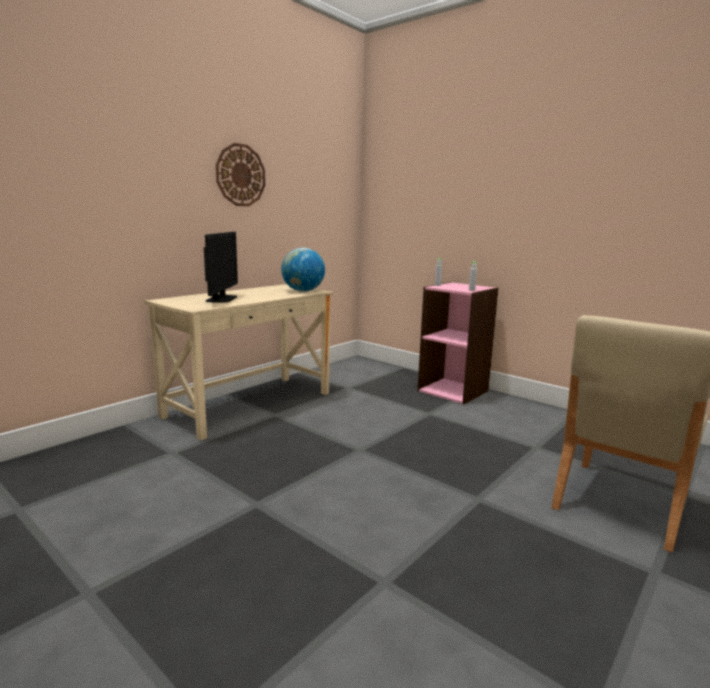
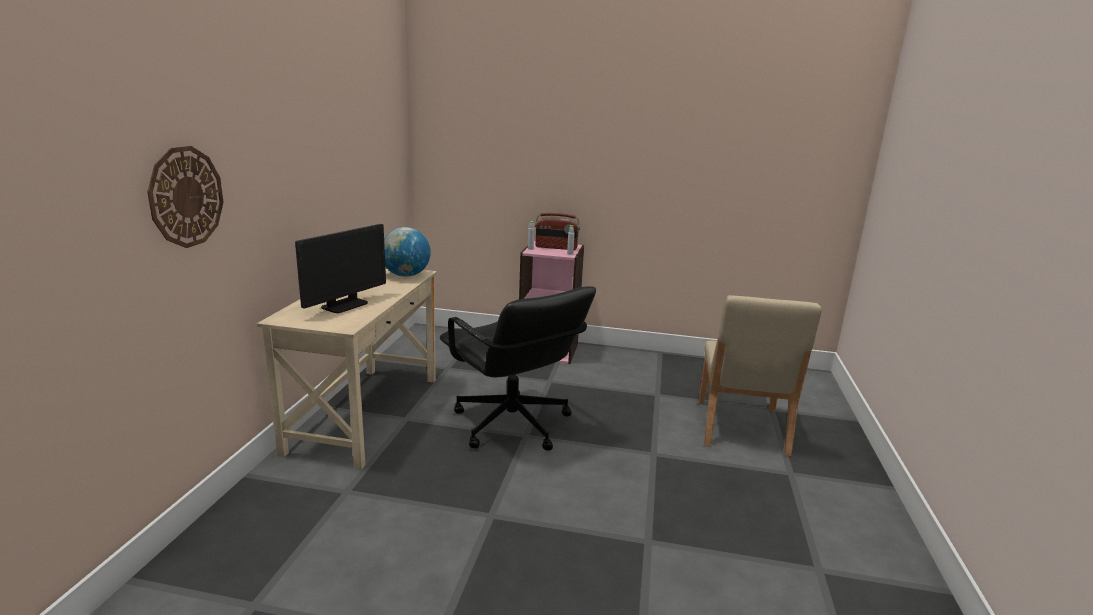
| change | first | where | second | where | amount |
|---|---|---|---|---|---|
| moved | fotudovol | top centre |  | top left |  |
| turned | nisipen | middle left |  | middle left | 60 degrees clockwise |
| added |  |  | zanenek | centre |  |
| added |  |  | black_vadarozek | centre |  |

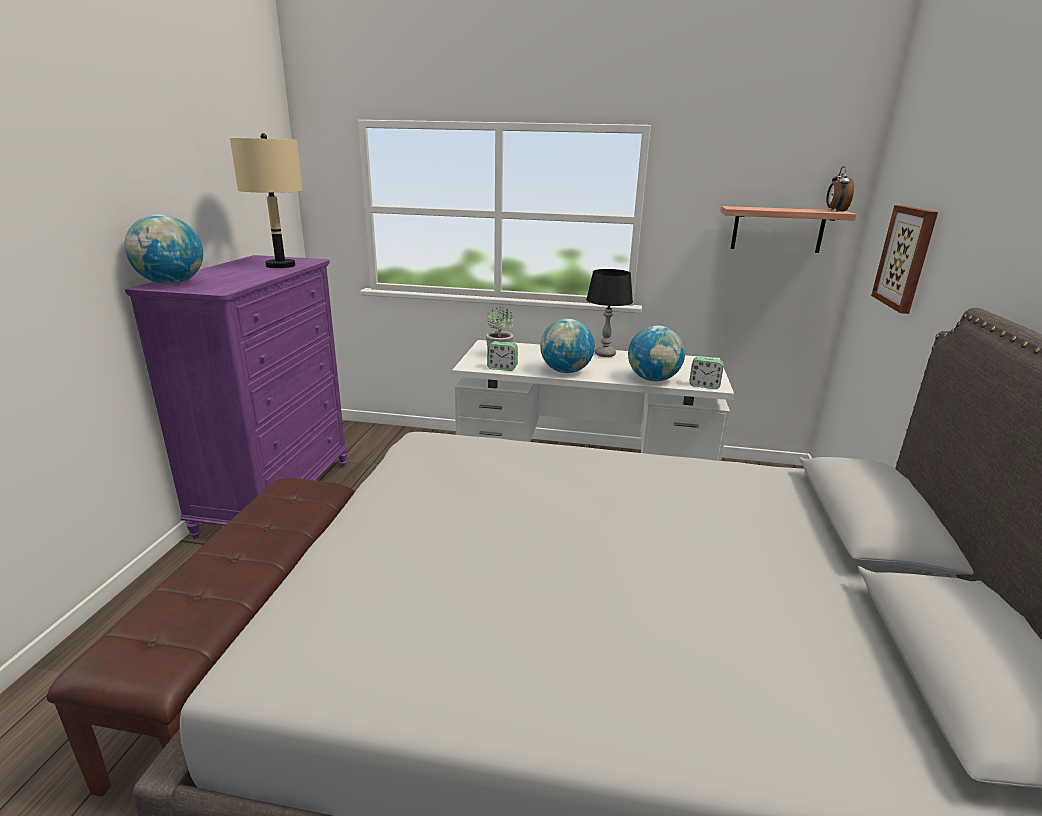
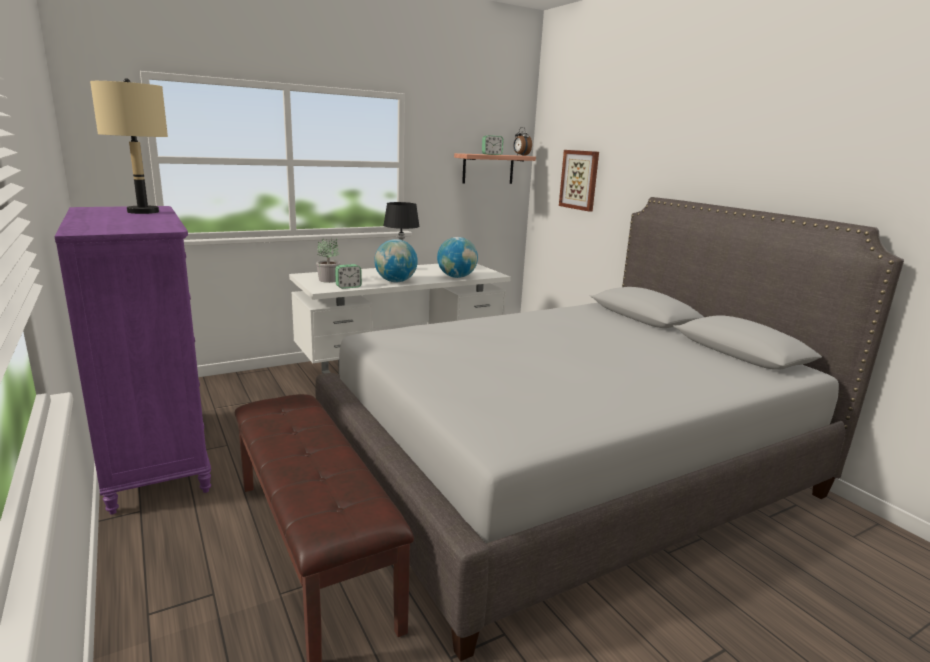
| change | first | where | second | where | amount |
|---|---|---|---|---|---|
| removed | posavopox (1st from left) | top left |  |  |  |
| moved | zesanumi (2nd from left) | middle right |  | top centre |  |

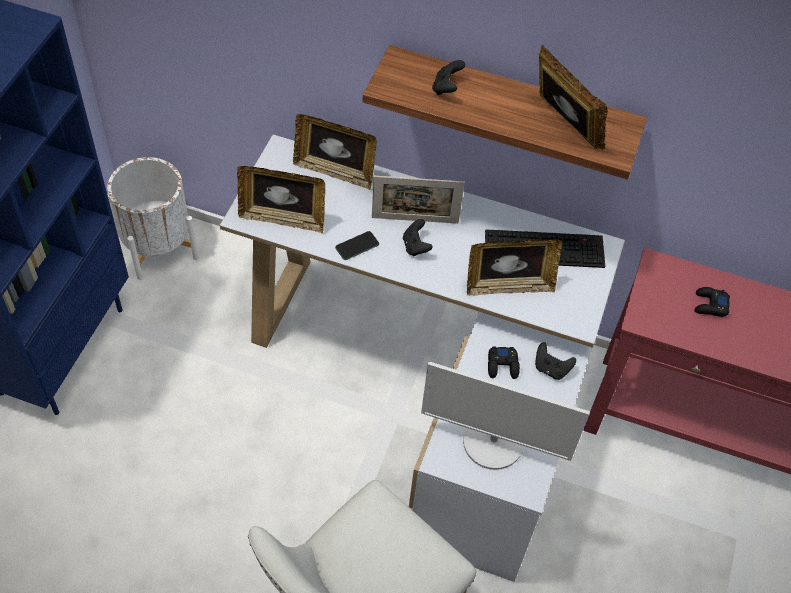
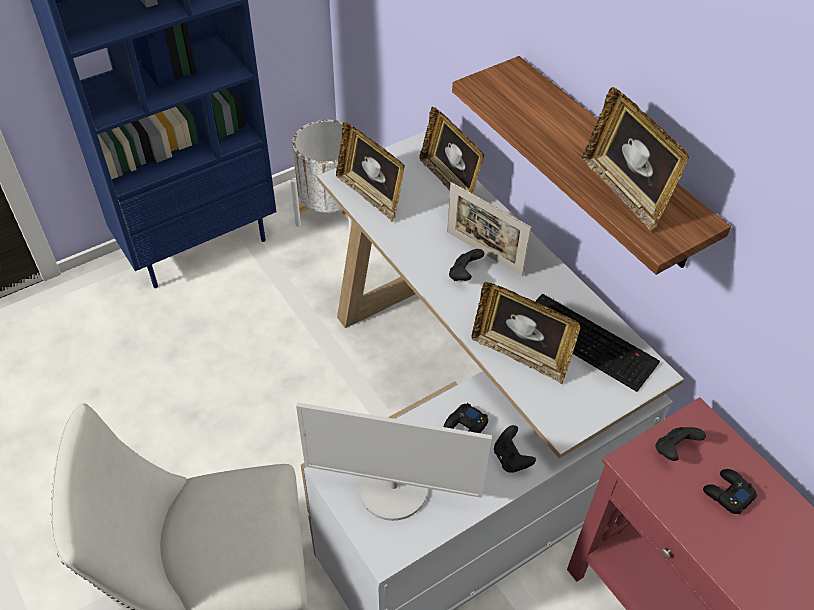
| change | first | where | second | where | amount |
|---|---|---|---|---|---|
| turned | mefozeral (5th from left) | top right |  | top right | 150 degrees clockwise |
| moved | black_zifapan (2nd from left in the first image) | top centre | black_zifapan (4th from left) | bottom right |  |
| removed | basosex | centre |  |  |  |
| turned | nisipen | bottom centre |  | bottom centre | 45 degrees counterclockwise |

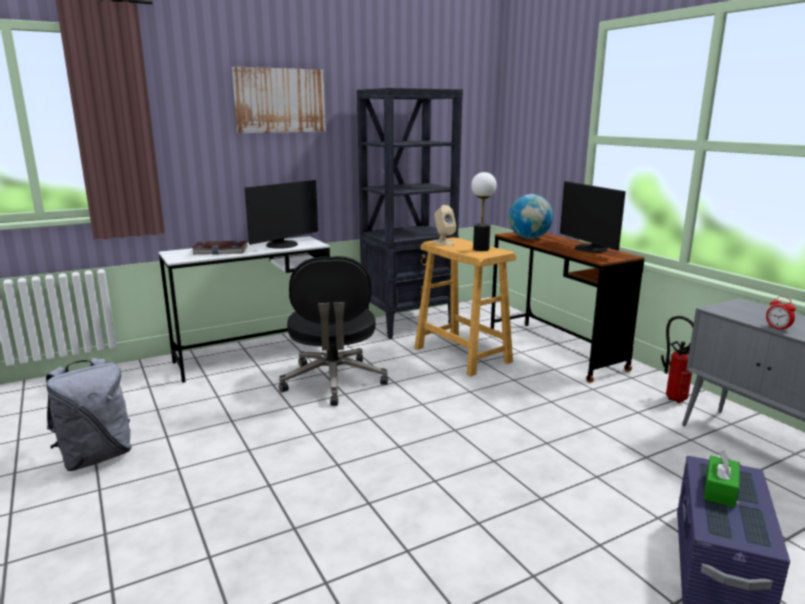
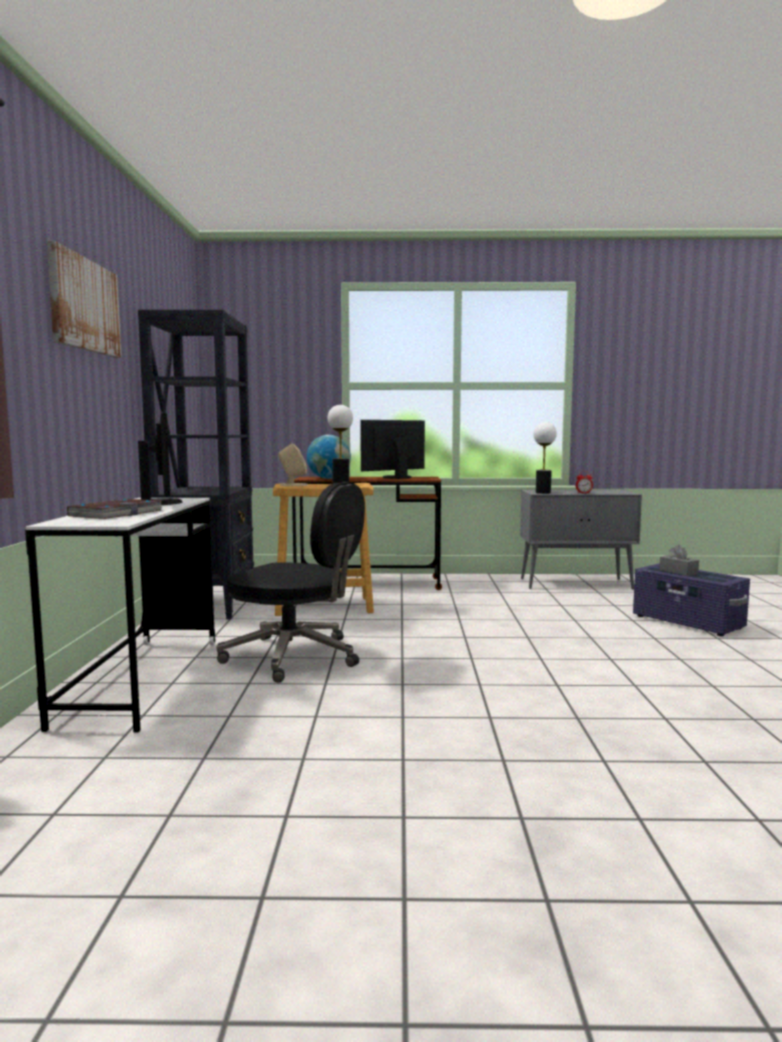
| change | first | where | second | where | amount |
|---|---|---|---|---|---|
| turned | nisipen (2nd from left) | middle right |  | centre | 135 degrees clockwise |
| removed | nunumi | middle right |  |  |  |
| removed | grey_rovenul | bottom left |  |  |  |
| recoloured | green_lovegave | bottom right | grey_lovegave | middle right |  |
| added |  |  | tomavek (2nd from left) | middle right |  |

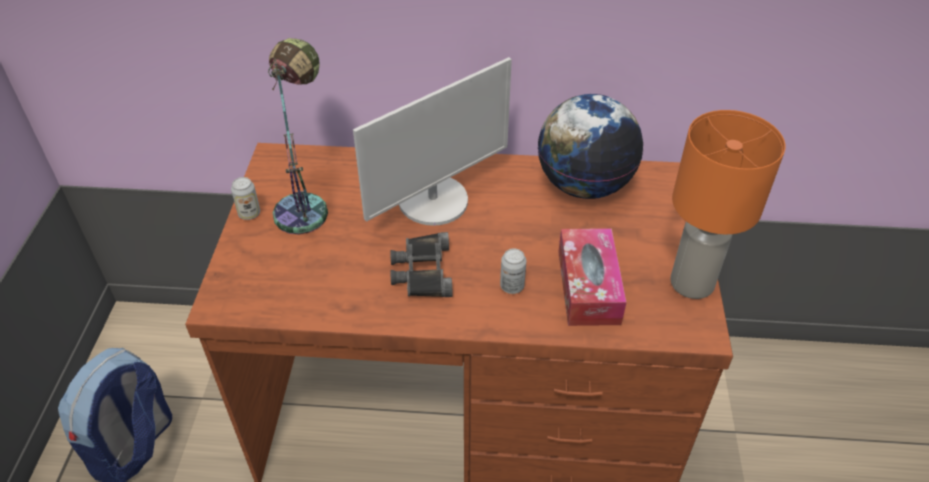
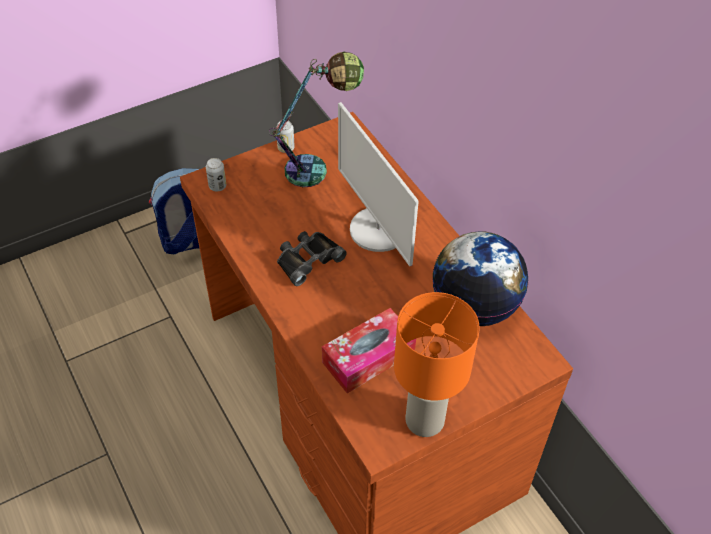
| change | first | where | second | where | amount |
|---|---|---|---|---|---|
| turned | nisipen | top centre |  | centre | 45 degrees clockwise |
| moved | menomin (2nd from left in the first image) | centre | menomin (1st from left) | top left |  |

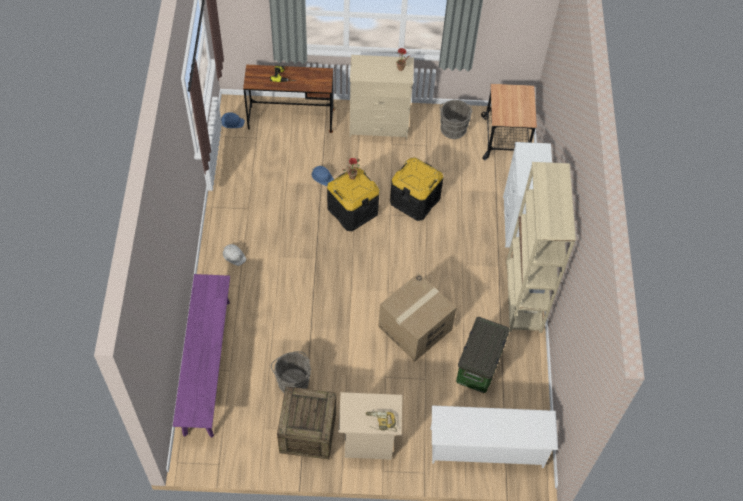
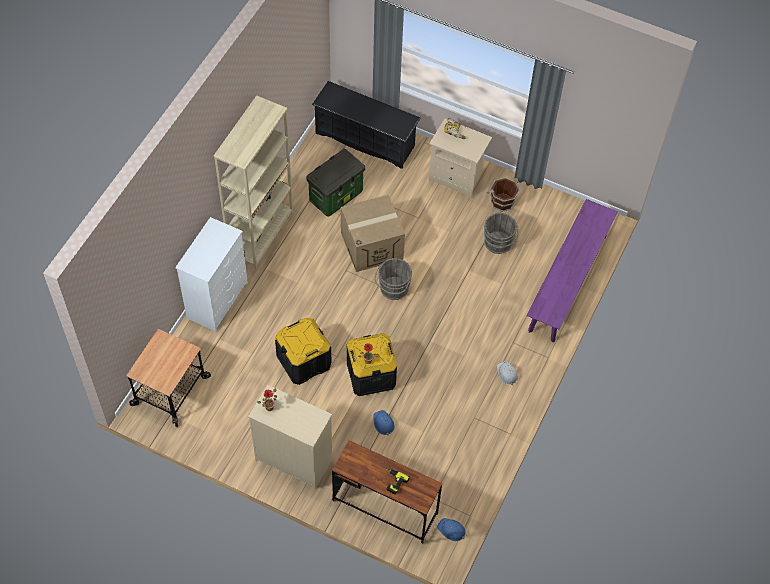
| change | first | where | second | where | amount |
|---|---|---|---|---|---|
| moved | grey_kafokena (2nd from left in the first image) | top centre | grey_kafokena (1st from left) | centre |  |
| replaced | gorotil | bottom centre | brown_kafokena | centre |  |
| recoloured | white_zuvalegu | bottom centre | black_zuvalegu | top centre |  |

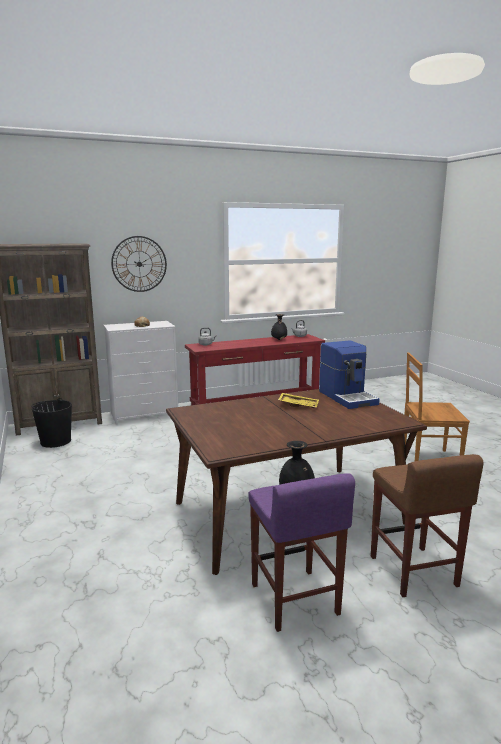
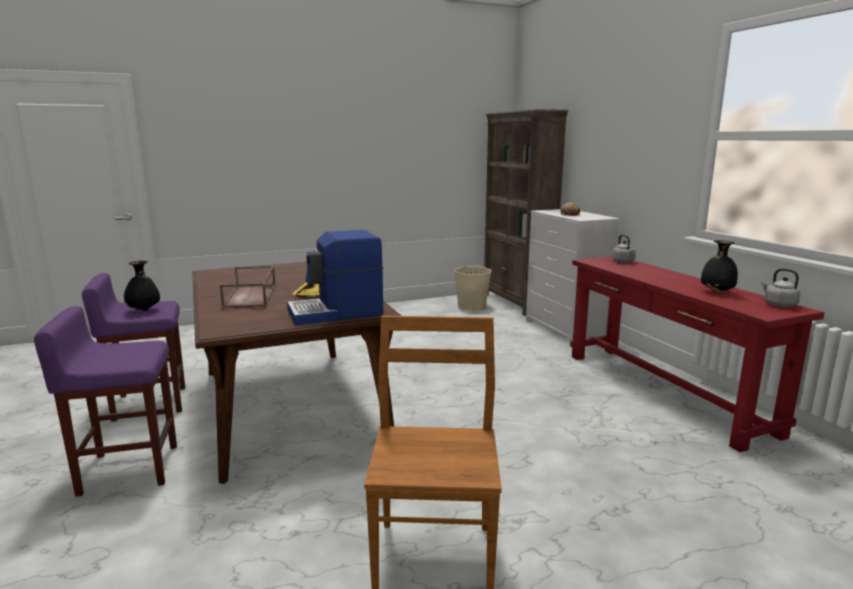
| change | first | where | second | where | amount |
|---|---|---|---|---|---|
| removed | fotudovol | middle left |  |  |  |
| recoloured | black_kafokena | middle left | beige_kafokena | centre |  |
| recoloured | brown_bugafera | bottom right | purple_bugafera (1st from left) | bottom left |  |
| added |  |  | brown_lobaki | middle left |  |

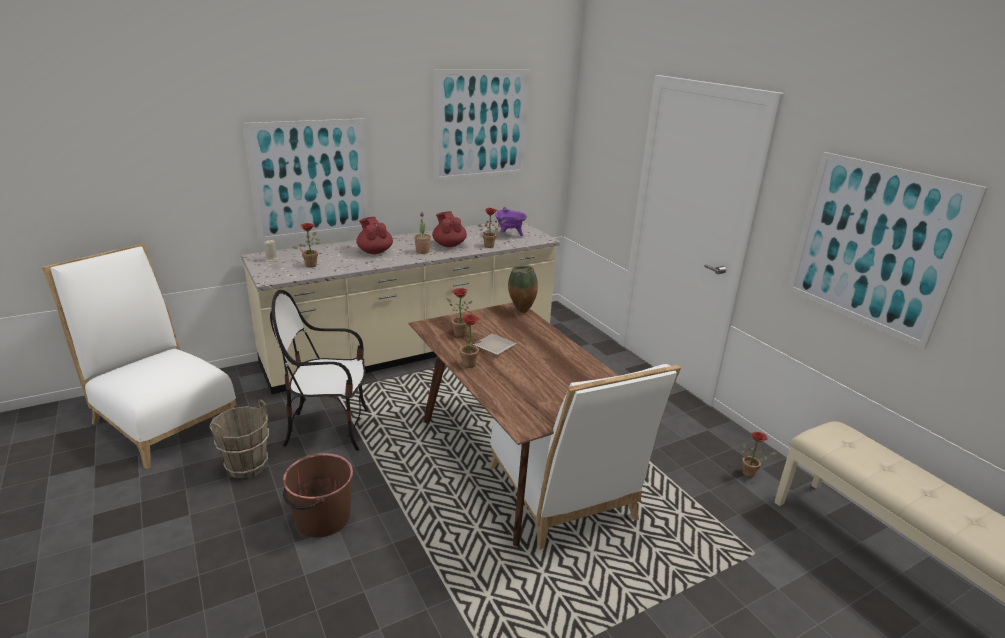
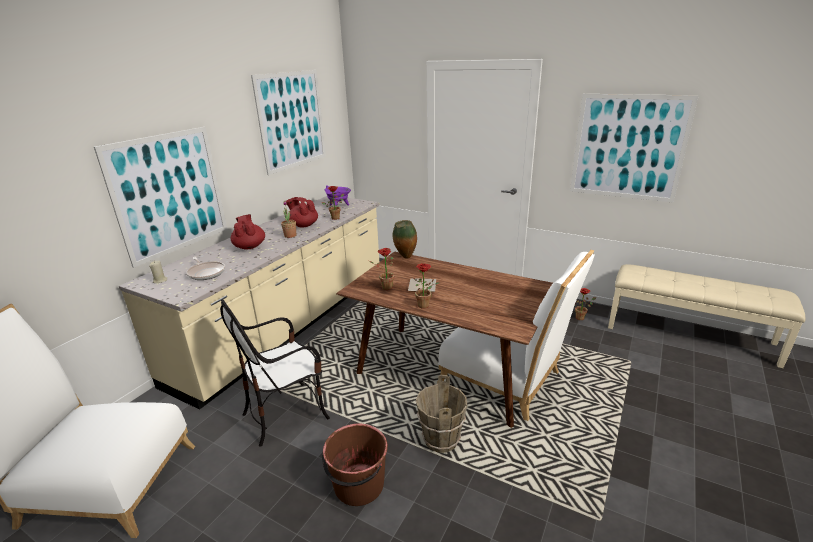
| change | first | where | second | where | amount |
|---|---|---|---|---|---|
| turned | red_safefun (1st from left) | centre |  | middle left | 45 degrees clockwise |
| replaced | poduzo (1st from left) | middle left | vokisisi | middle left |  |
| moved | brown_kafokena (1st from left in the first image) | bottom left | brown_kafokena (2nd from left) | bottom centre |  |

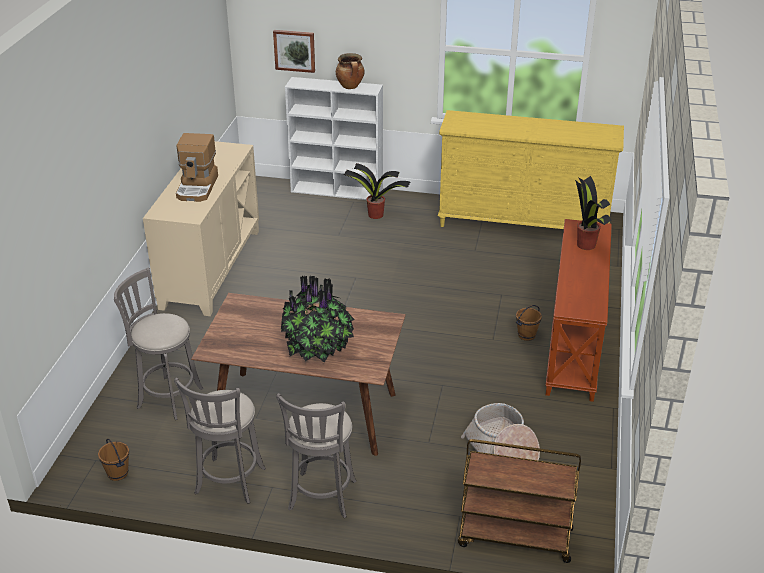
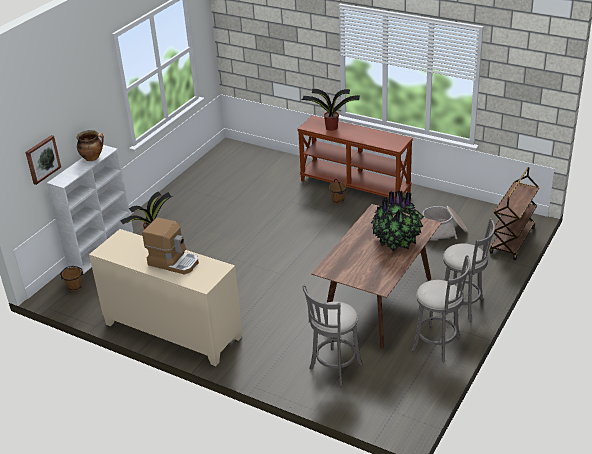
| change | first | where | second | where | amount |
|---|---|---|---|---|---|
| removed | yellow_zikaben | top right |  |  |  |
| moved | brown_kafokena (1st from left) | bottom left |  | middle left |  |

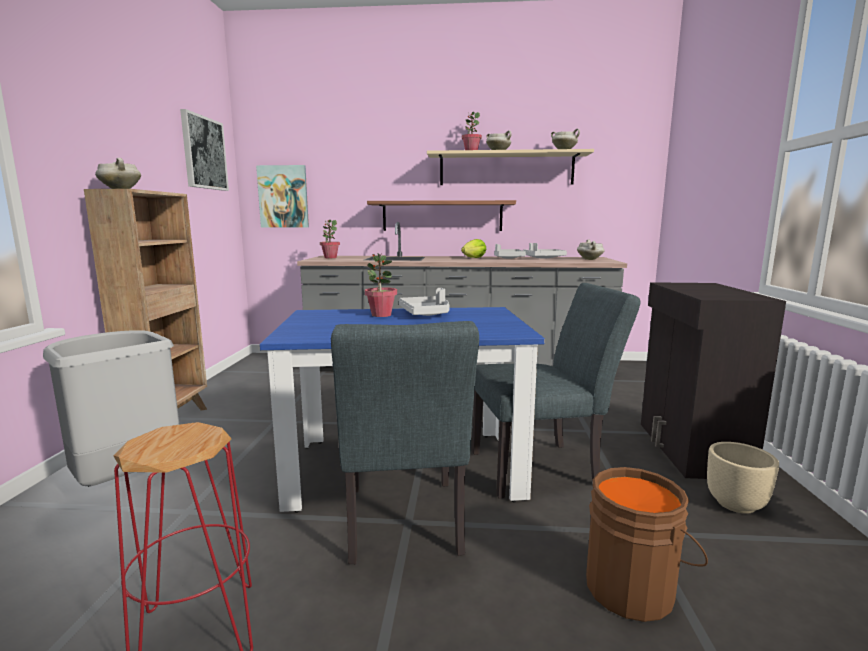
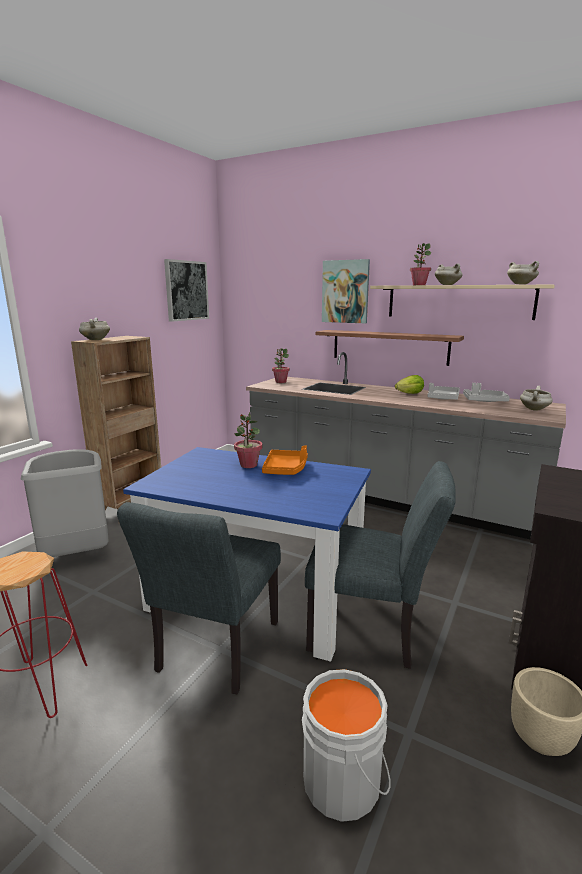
| change | first | where | second | where | amount |
|---|---|---|---|---|---|
| moved | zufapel (2nd from left) | top left |  | top centre |  |
| recoloured | grey_lobaki (1st from left) | centre | orange_lobaki | centre |  |
| recoloured | brown_kafokena | bottom right | grey_kafokena | bottom centre |  |

